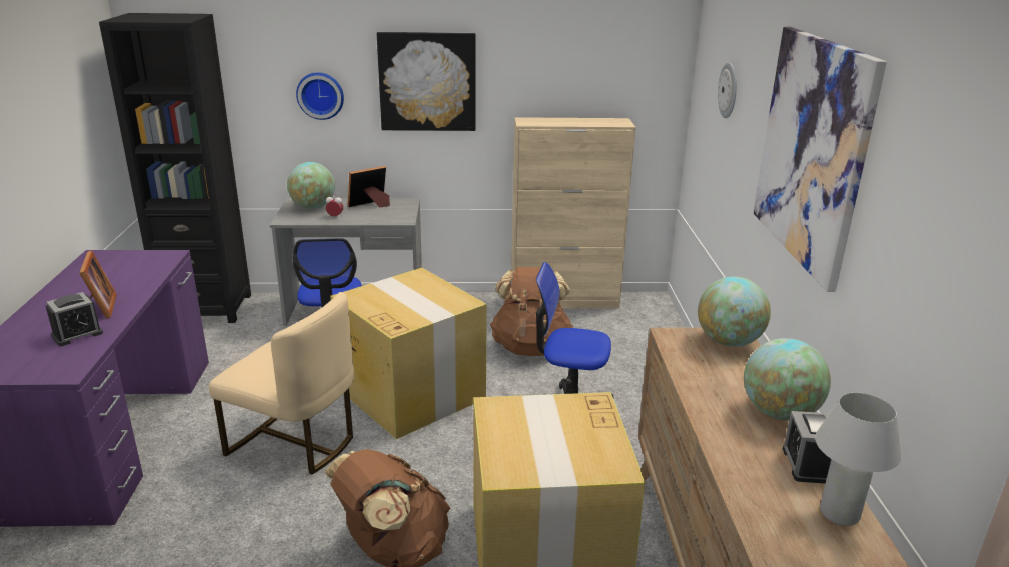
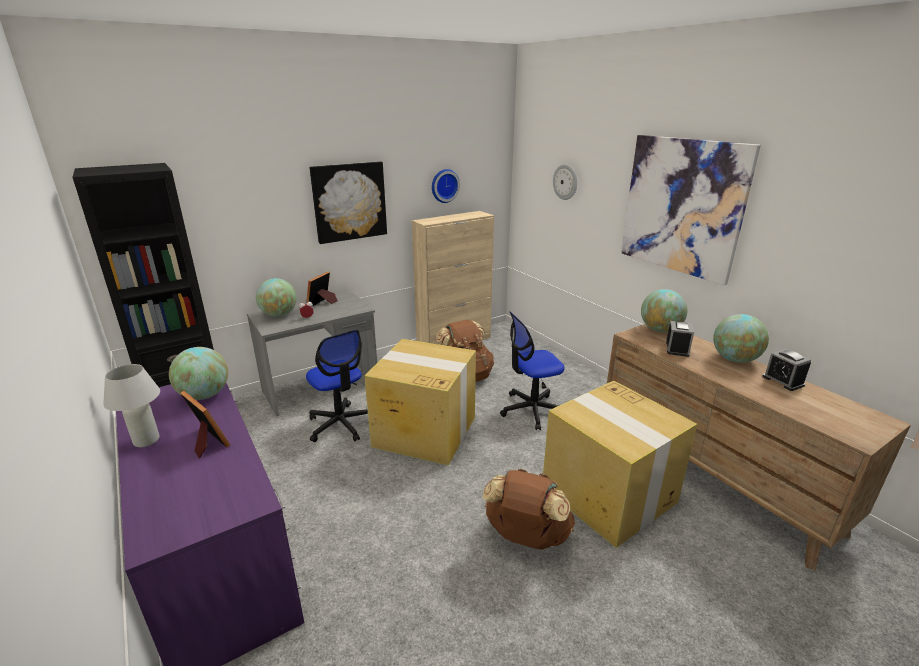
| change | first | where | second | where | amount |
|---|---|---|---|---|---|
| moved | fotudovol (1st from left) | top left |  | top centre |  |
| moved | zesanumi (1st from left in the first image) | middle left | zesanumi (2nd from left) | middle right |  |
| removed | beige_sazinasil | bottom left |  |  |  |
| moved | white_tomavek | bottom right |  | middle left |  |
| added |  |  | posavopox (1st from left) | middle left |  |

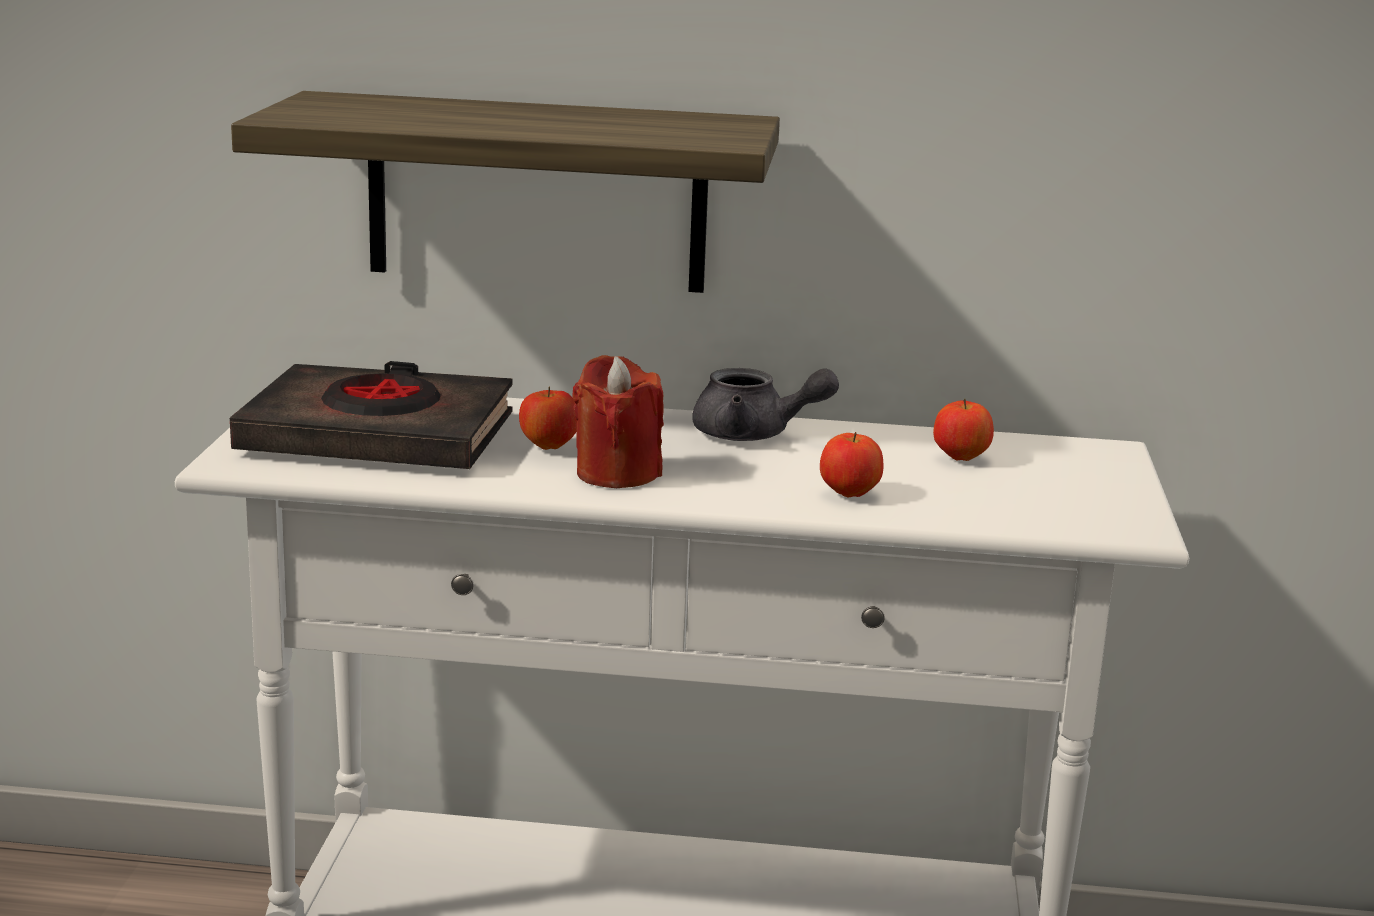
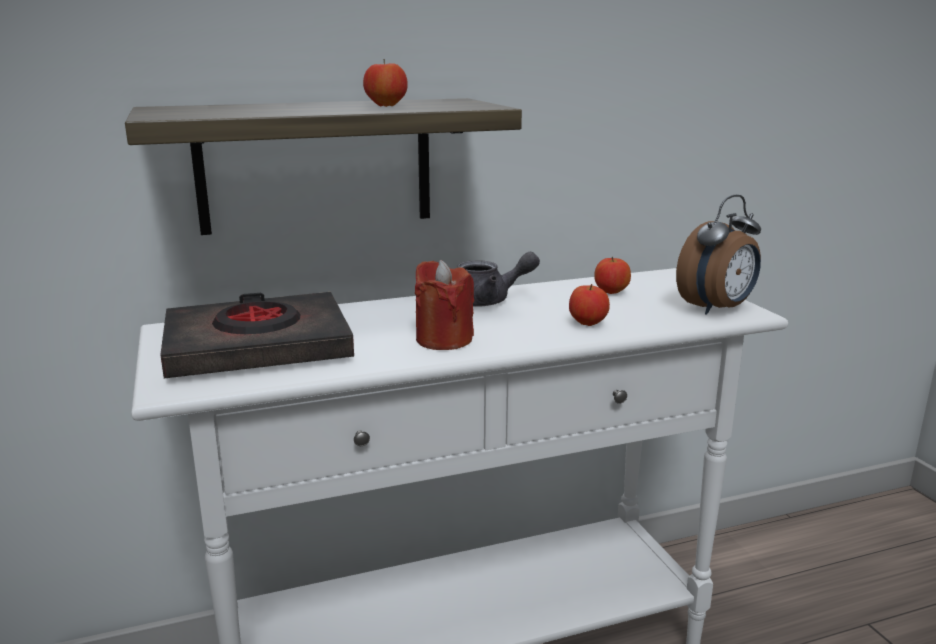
| change | first | where | second | where | amount |
|---|---|---|---|---|---|
| moved | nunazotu (1st from left) | centre |  | top centre |  |
| added |  |  | zesanumi | middle right |  |

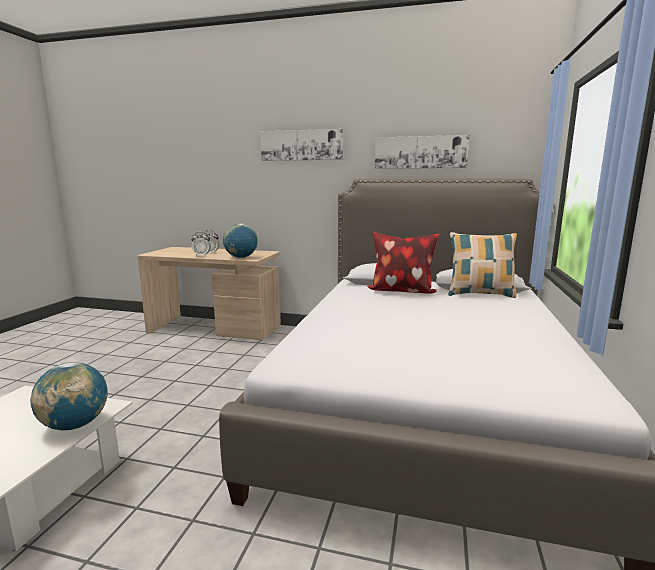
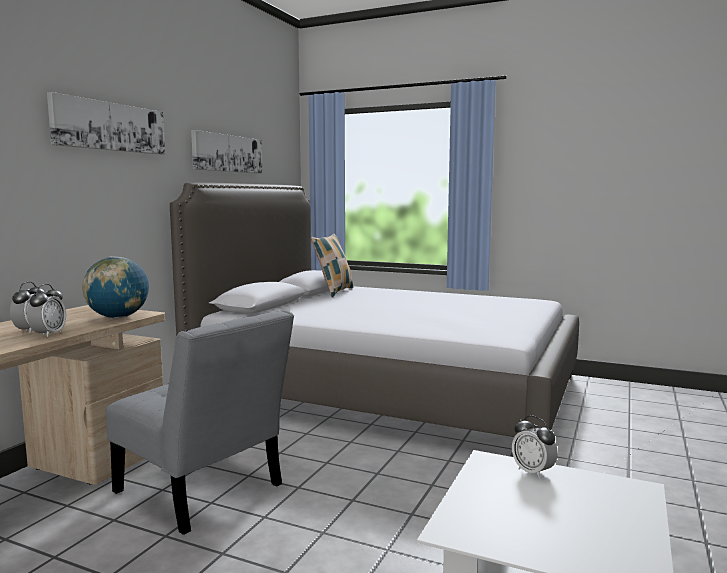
| change | first | where | second | where | amount |
|---|---|---|---|---|---|
| removed | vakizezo (1st from left) | centre |  |  |  |
| replaced | posavopox (1st from left) | bottom left | zesanumi (3rd from left) | bottom right |  |
| added |  |  | grey_sazinasil | bottom left |  |

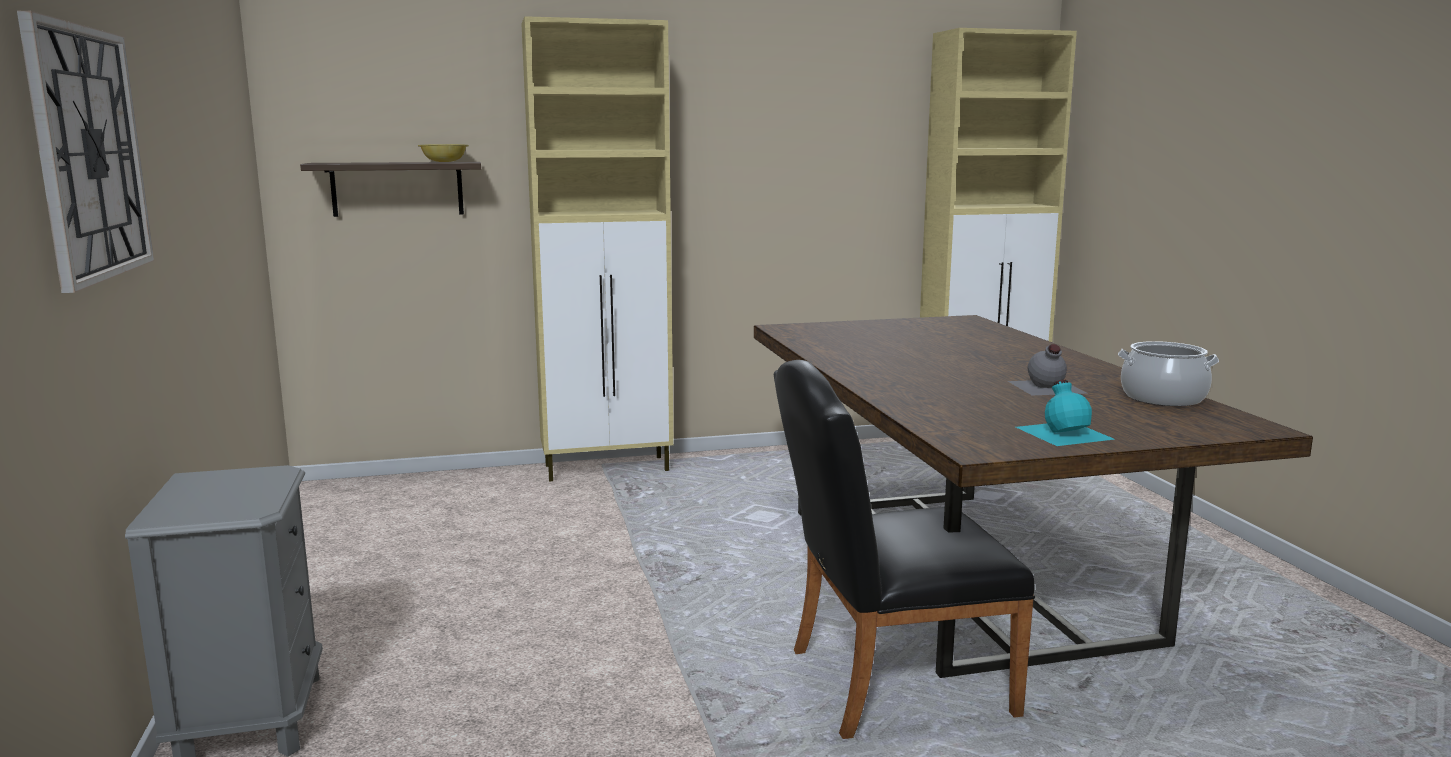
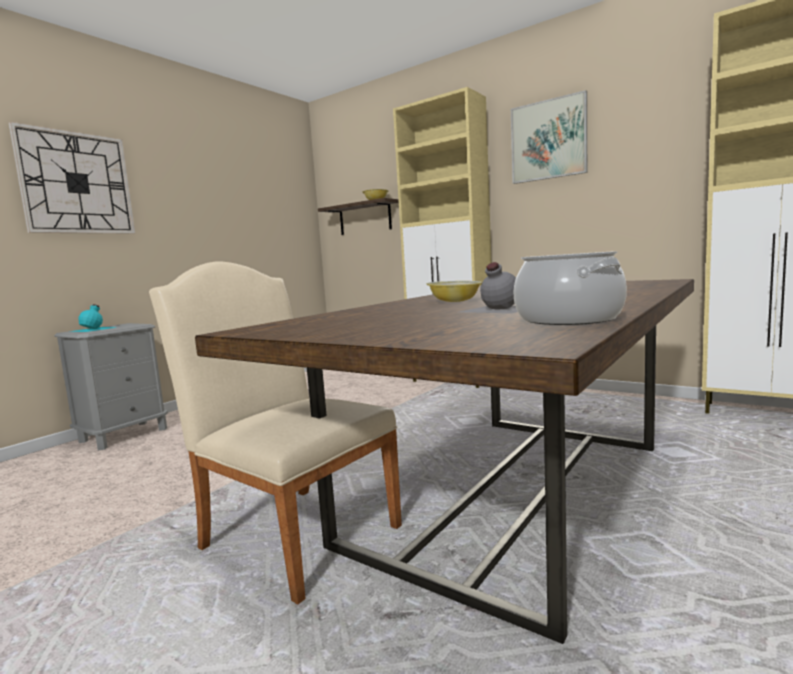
| change | first | where | second | where | amount |
|---|---|---|---|---|---|
| recoloured | black_sazinasil | bottom centre | beige_sazinasil | centre |  |
| moved | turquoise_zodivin | middle right |  | middle left |  |
| added |  |  | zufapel | top right |  |
| added |  |  | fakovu (2nd from left) | centre |  |

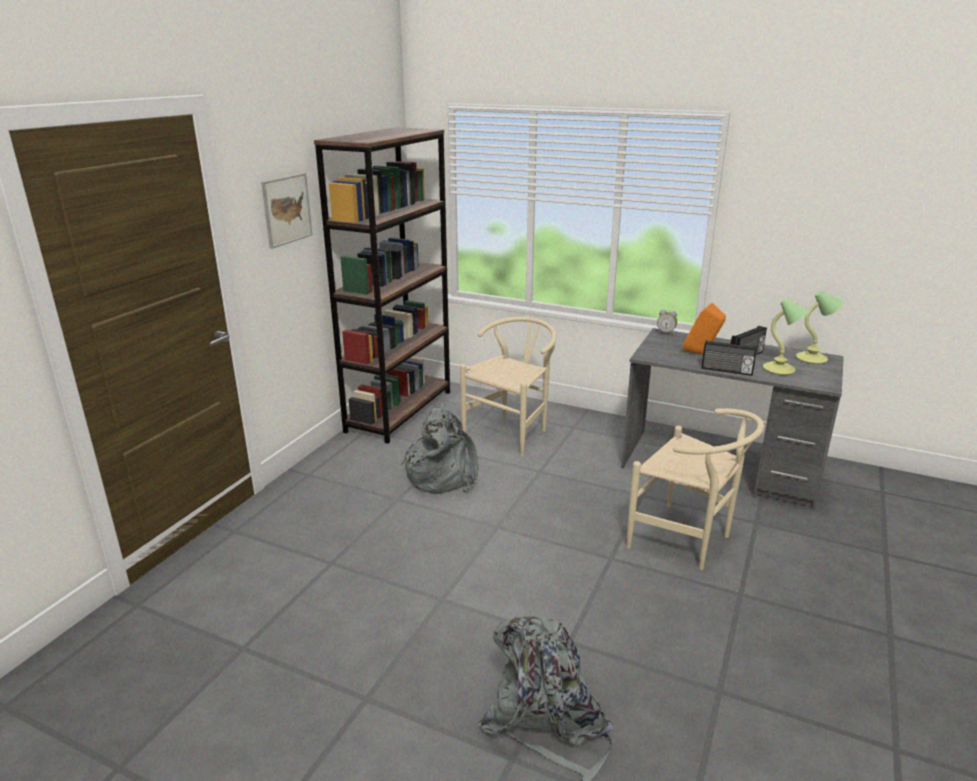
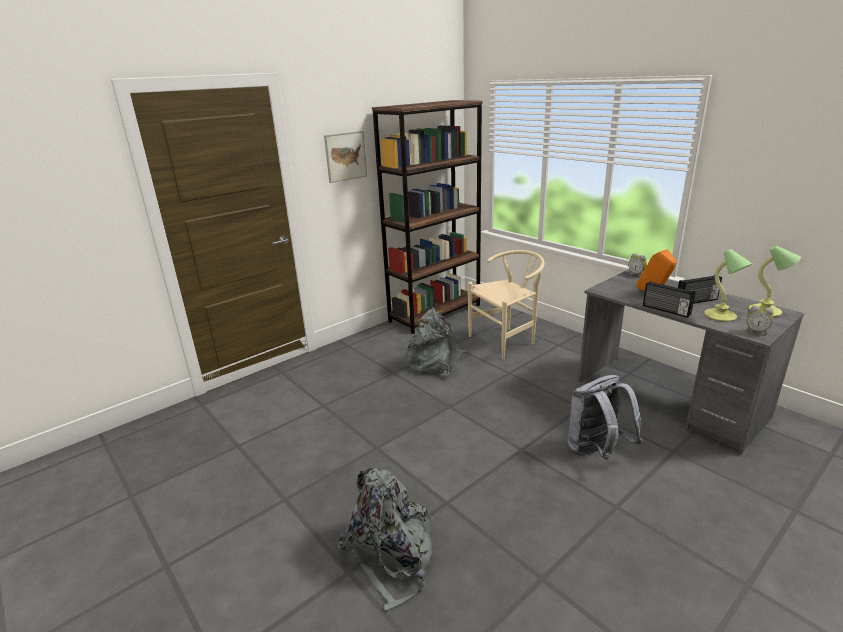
| change | first | where | second | where | amount |
|---|---|---|---|---|---|
| replaced | beige_sazinasil (2nd from left) | middle right | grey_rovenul (3rd from left) | middle right |  |
| added |  |  | zesanumi (2nd from left) | middle right |  |

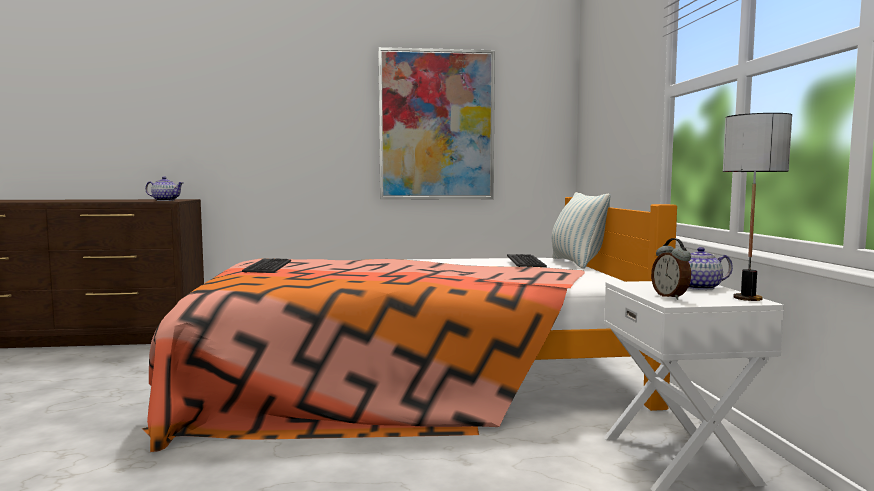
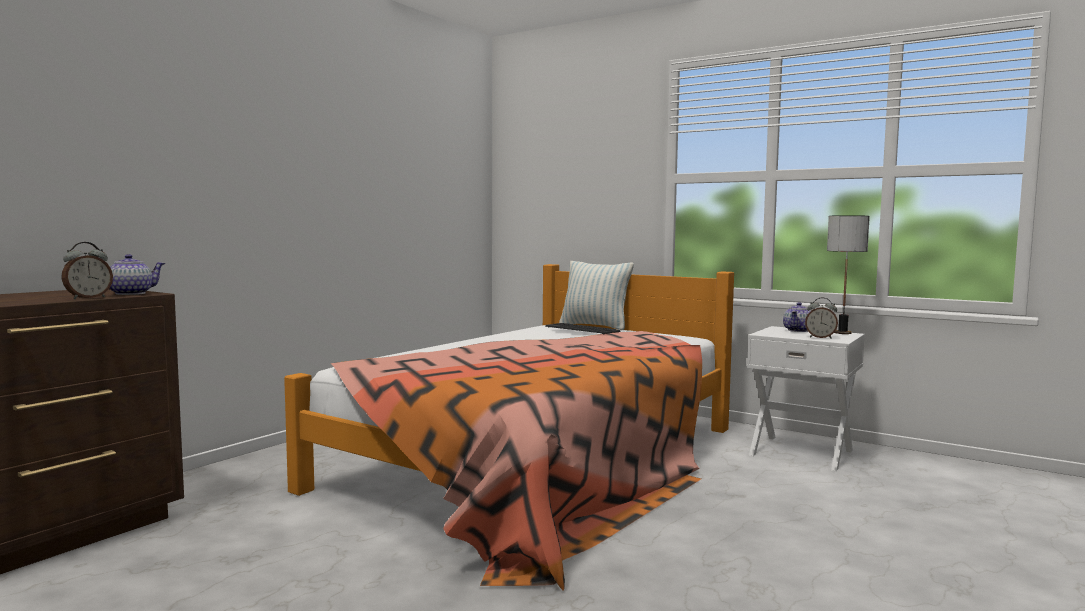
| change | first | where | second | where | amount |
|---|---|---|---|---|---|
| removed | zufapel | top centre |  |  |  |
| removed | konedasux (1st from left) | middle left |  |  |  |
| added |  |  | zesanumi (1st from left) | middle left |  |

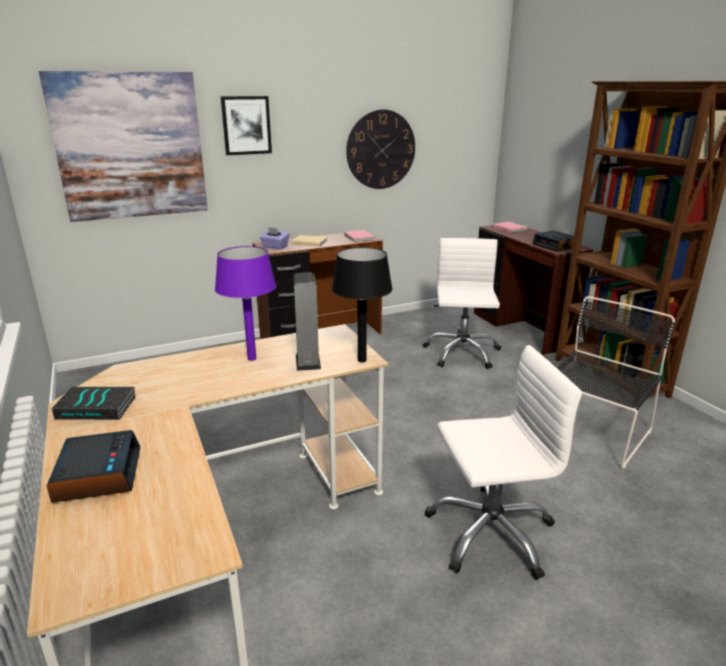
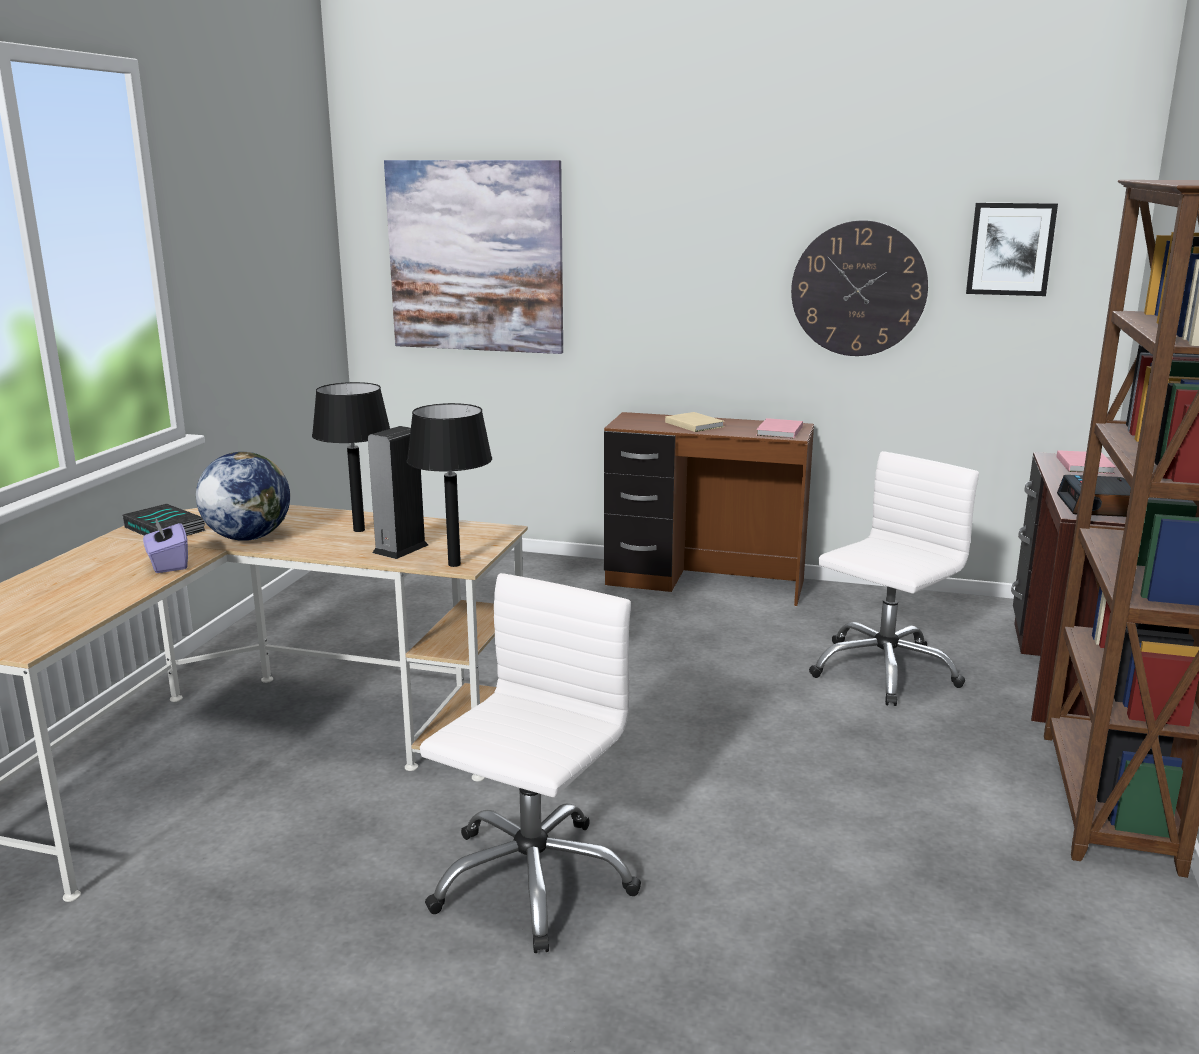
| change | first | where | second | where | amount |
|---|---|---|---|---|---|
| moved | zufapel (2nd from left) | top centre |  | top right |  |
| moved | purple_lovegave | centre |  | middle left |  |
| recoloured | purple_tomavek | centre | black_tomavek (1st from left) | middle left |  |
| removed | black_sazinasil | middle right |  |  |  |
| turned | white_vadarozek (2nd from left in the first image) | bottom right | white_vadarozek (1st from left) | bottom centre | 90 degrees counterclockwise |
| removed | zesanumi (1st from left) | bottom left |  |  |  |
| added |  |  | posavopox | middle left |  |

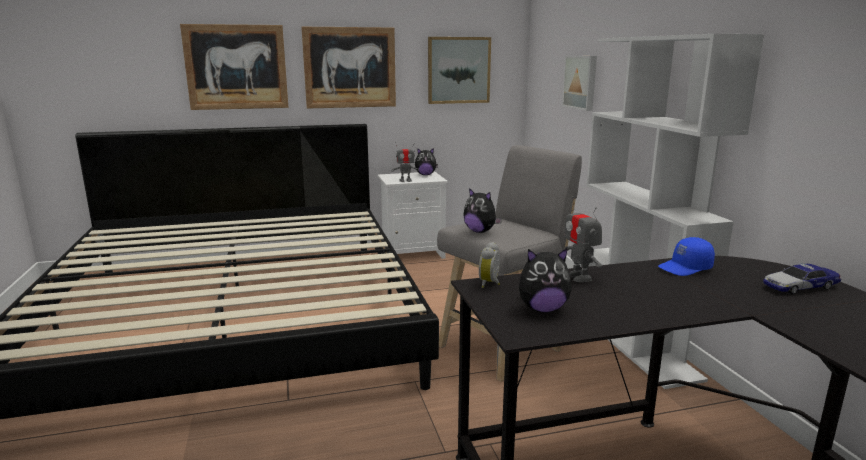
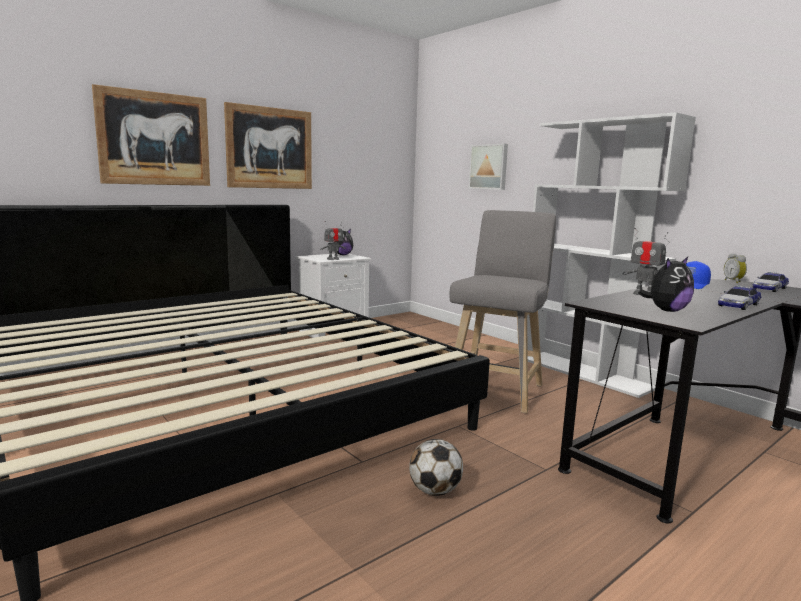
| change | first | where | second | where | amount |
|---|---|---|---|---|---|
| removed | zufapel (3rd from left) | top centre |  |  |  |
| removed | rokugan (2nd from left) | centre |  |  |  |
| moved | zesanumi | centre |  | middle right |  |
| added |  |  | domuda (1st from left) | middle right |  |
| added |  |  | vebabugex | bottom centre |  |

